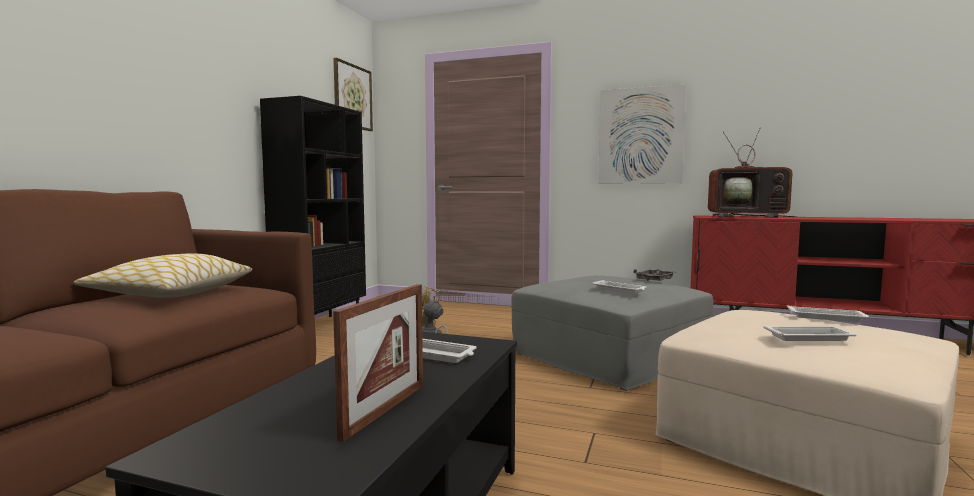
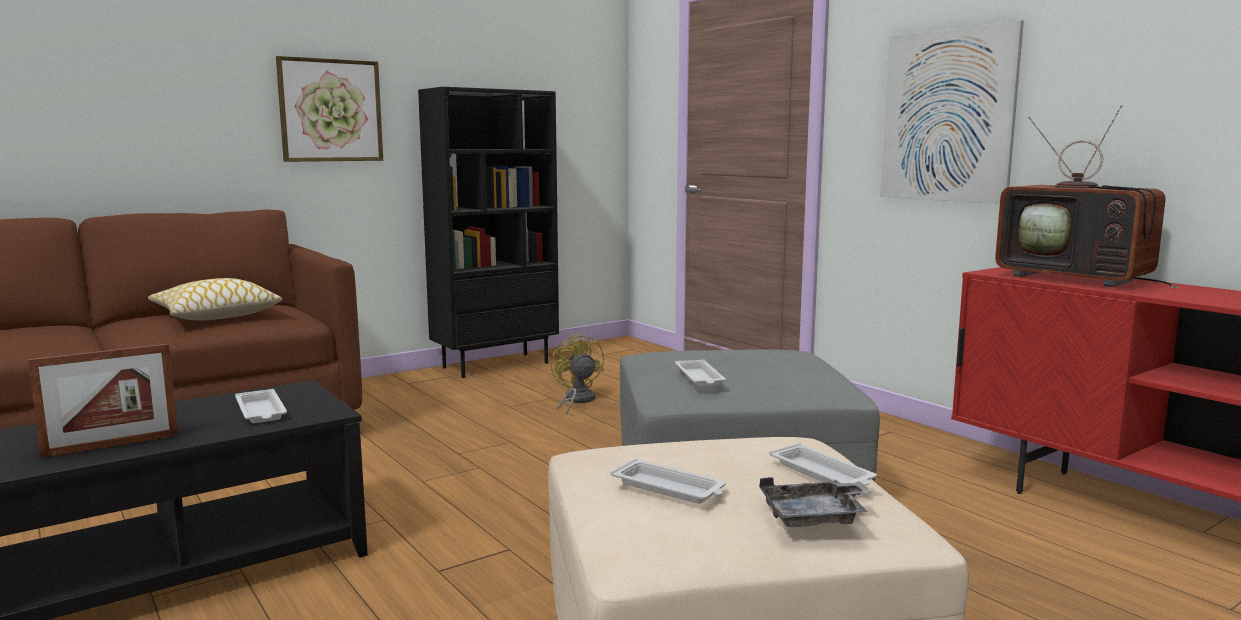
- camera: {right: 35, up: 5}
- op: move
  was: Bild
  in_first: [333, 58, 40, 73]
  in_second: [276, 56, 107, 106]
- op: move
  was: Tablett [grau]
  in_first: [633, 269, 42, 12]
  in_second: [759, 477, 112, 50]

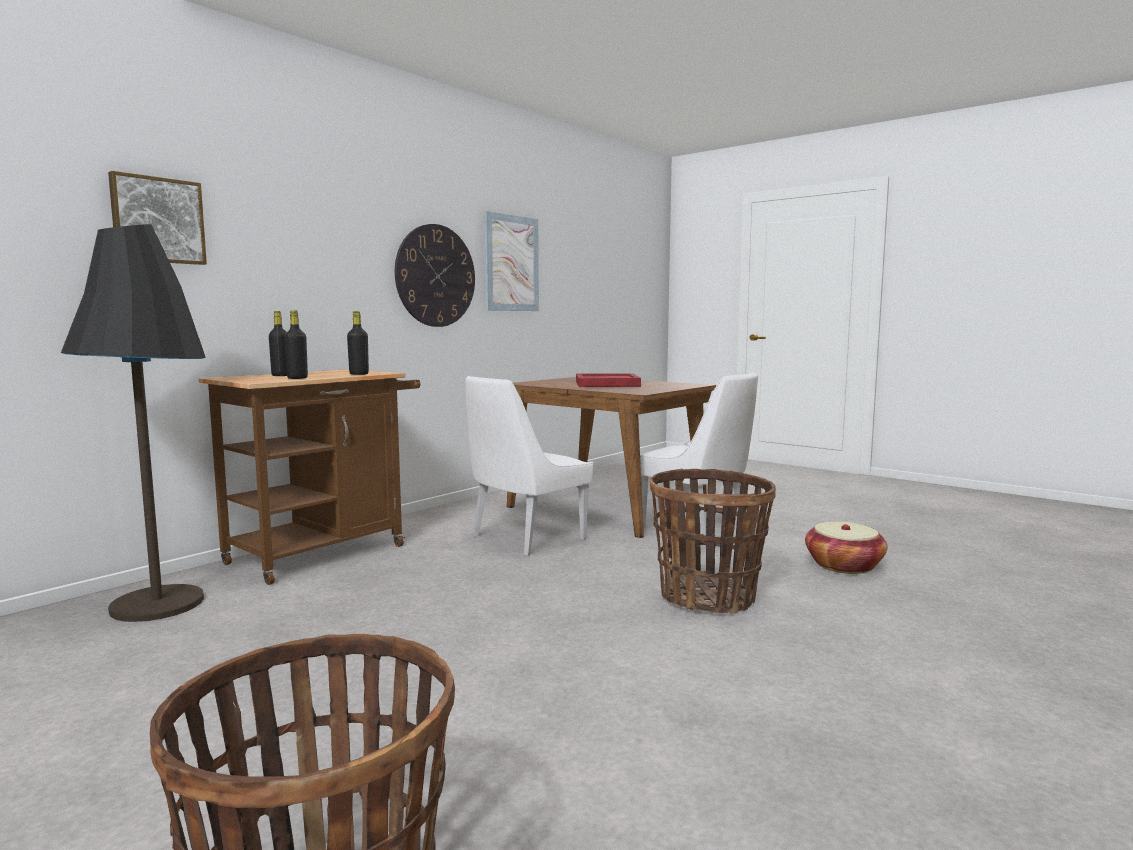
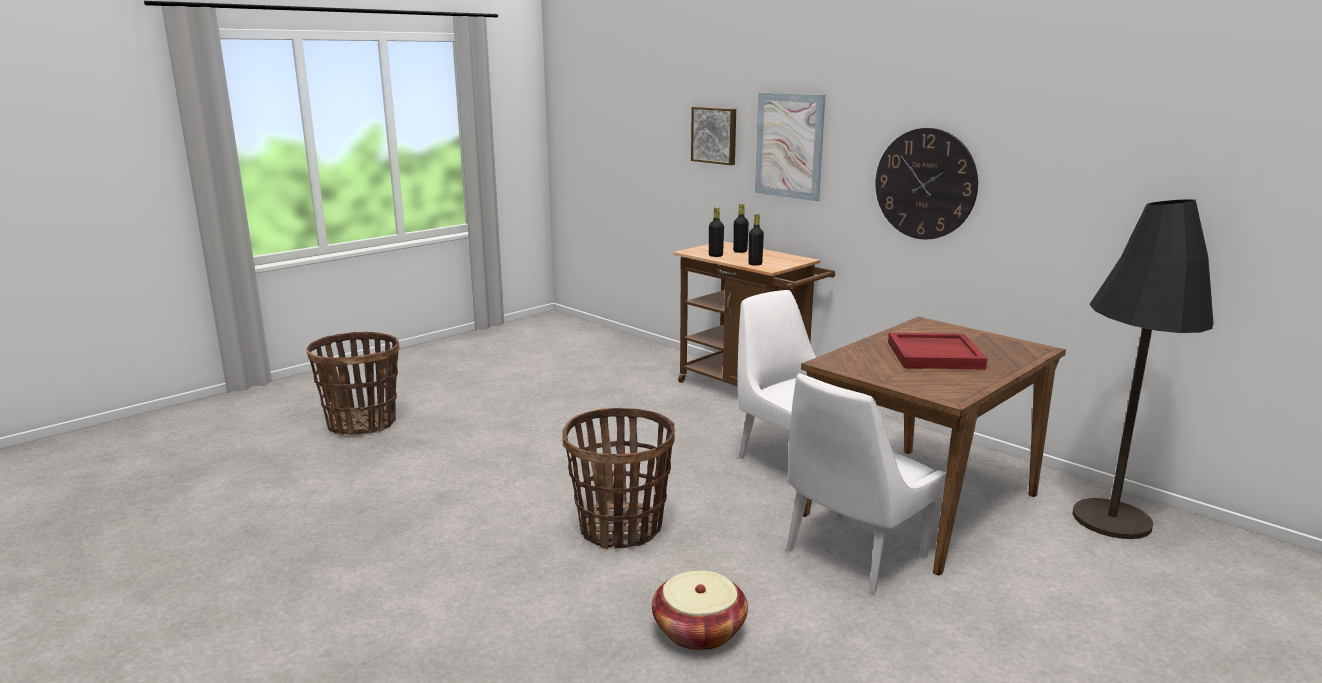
- camera: {right: 95, up: 10}
- op: move
  was: Bild
  in_first: [484, 211, 55, 100]
  in_second: [755, 93, 70, 108]
- op: move
  was: Stehlampe [schwarz]
  in_first: [61, 224, 145, 398]
  in_second: [1073, 199, 140, 340]

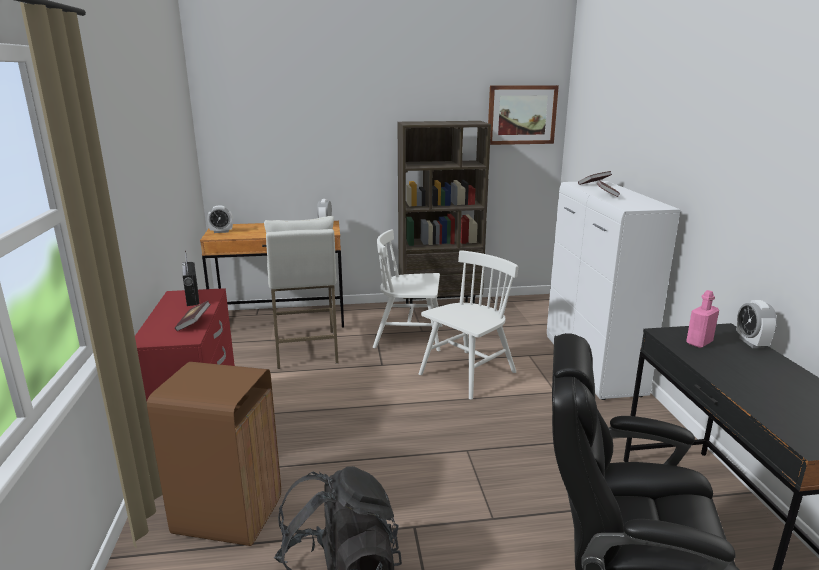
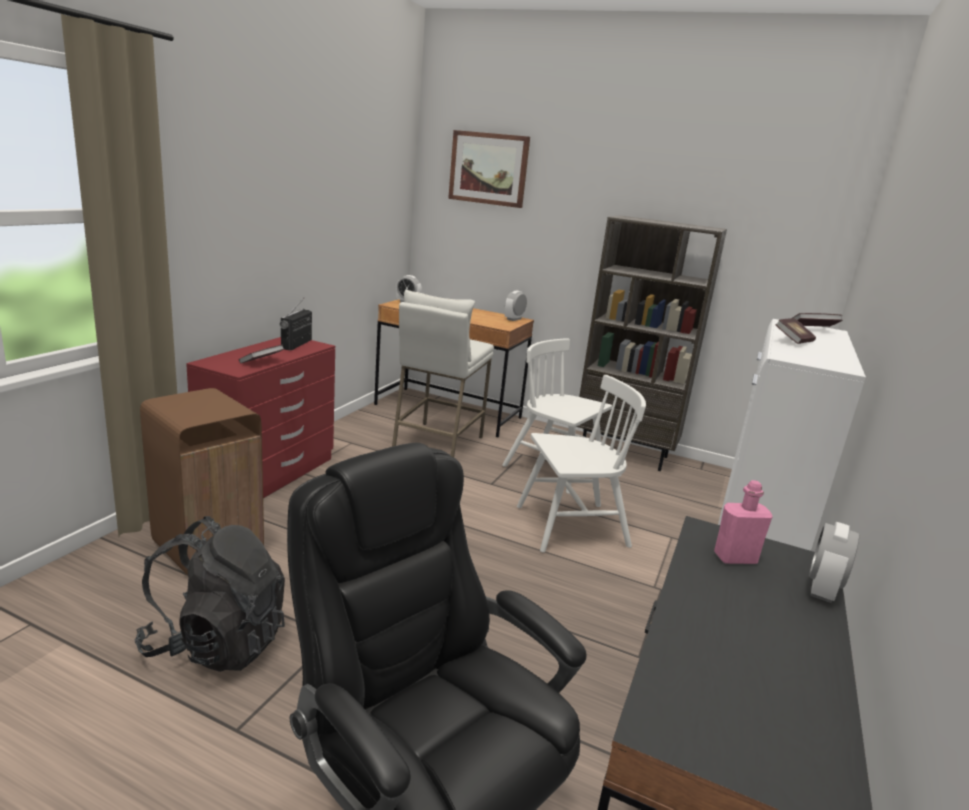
- camera: {right: 30, up: 0}
- op: move
  was: Bild
  in_first: [488, 85, 71, 60]
  in_second: [448, 130, 82, 78]

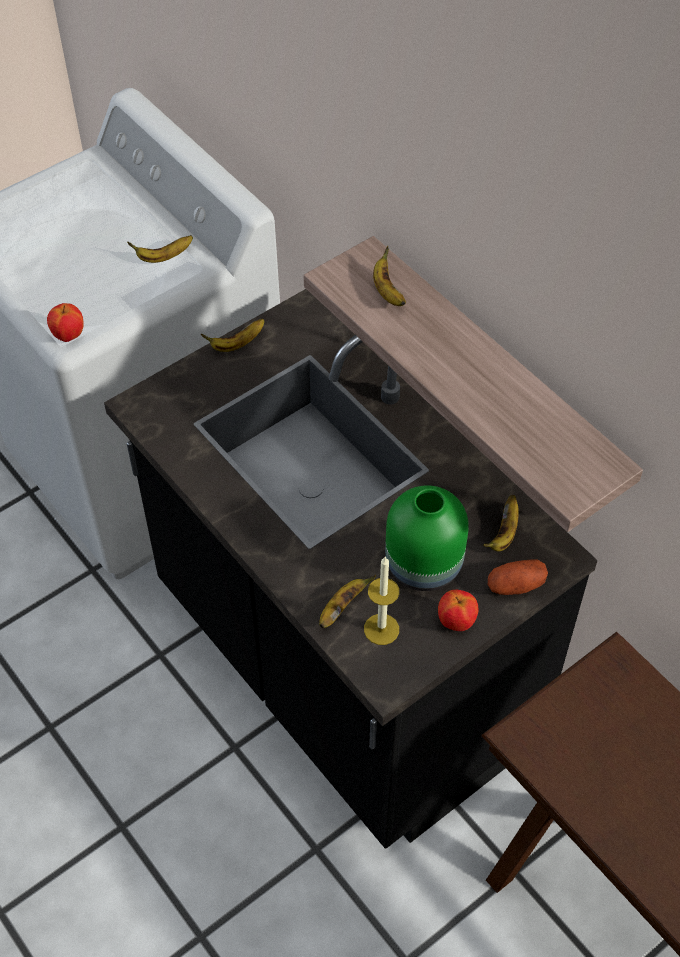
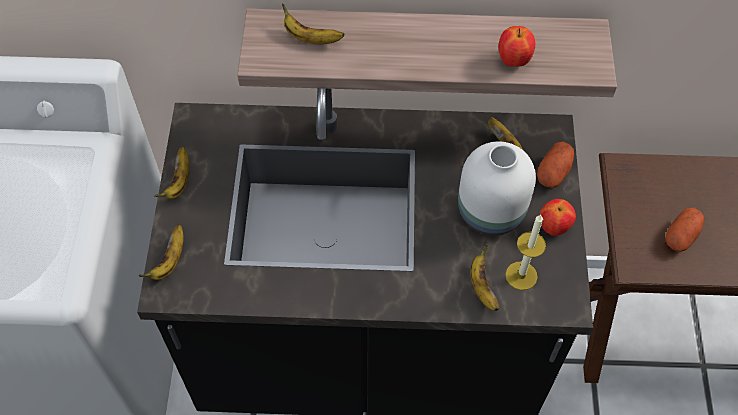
- camera: {right: -50, up: 5}
- op: move
  was: Banane
  in_first: [127, 235, 66, 28]
  in_second: [139, 225, 45, 55]
- op: move
  was: Apfel
  in_first: [47, 303, 37, 39]
  in_second: [499, 26, 36, 41]
- op: recolor
  was: Vase [grün]
  now: Vase [weiß]
  in_first: [385, 485, 84, 106]
  in_second: [458, 141, 78, 95]
- op: insert
  now: Kartoffel
  in_second: [666, 208, 38, 44]

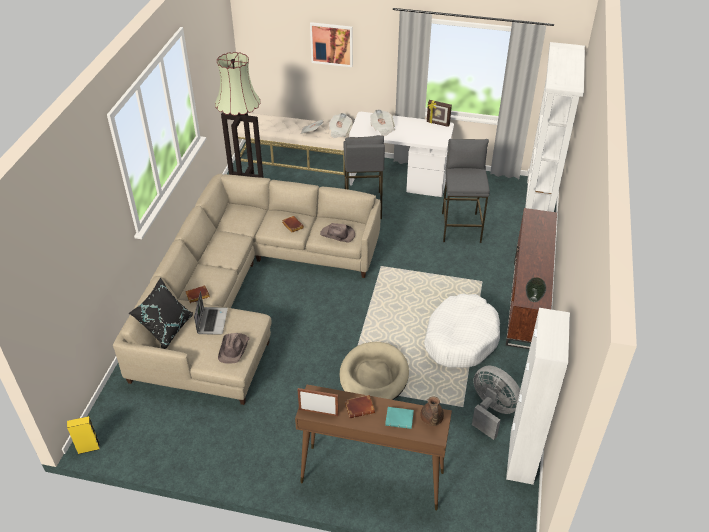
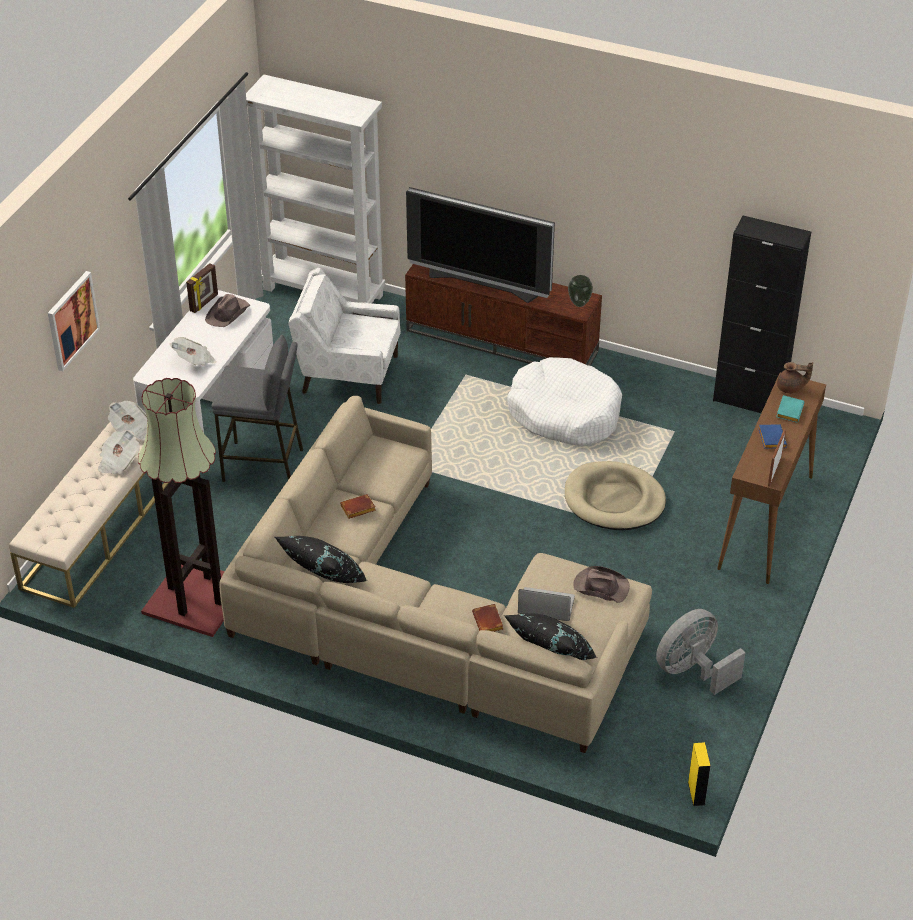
- camera: {right: -80, up: 0}
- op: replace
  was: Hocker [grau]
  now: Sessel [weiß]
  in_first: [442, 139, 48, 104]
  in_second: [289, 268, 112, 136]
- op: move
  was: Hut [braun]
  in_first: [320, 223, 35, 20]
  in_second: [205, 294, 45, 33]
- op: recolor
  was: Schrank [weiß]
  now: Schrank [schwarz]
  in_first: [506, 308, 64, 177]
  in_second: [713, 216, 98, 197]
- op: move
  was: Ventilator [grau]
  in_first: [472, 366, 48, 74]
  in_second: [656, 609, 90, 86]
- op: recolor
  was: Buch [braun]
  now: Buch [blau]
  in_first: [345, 395, 30, 23]
  in_second: [758, 424, 29, 25]
- op: insert
  now: Fernseher
  in_second: [406, 187, 149, 116]
- op: insert
  now: Kissen [schwarz]
  in_second: [275, 536, 92, 47]

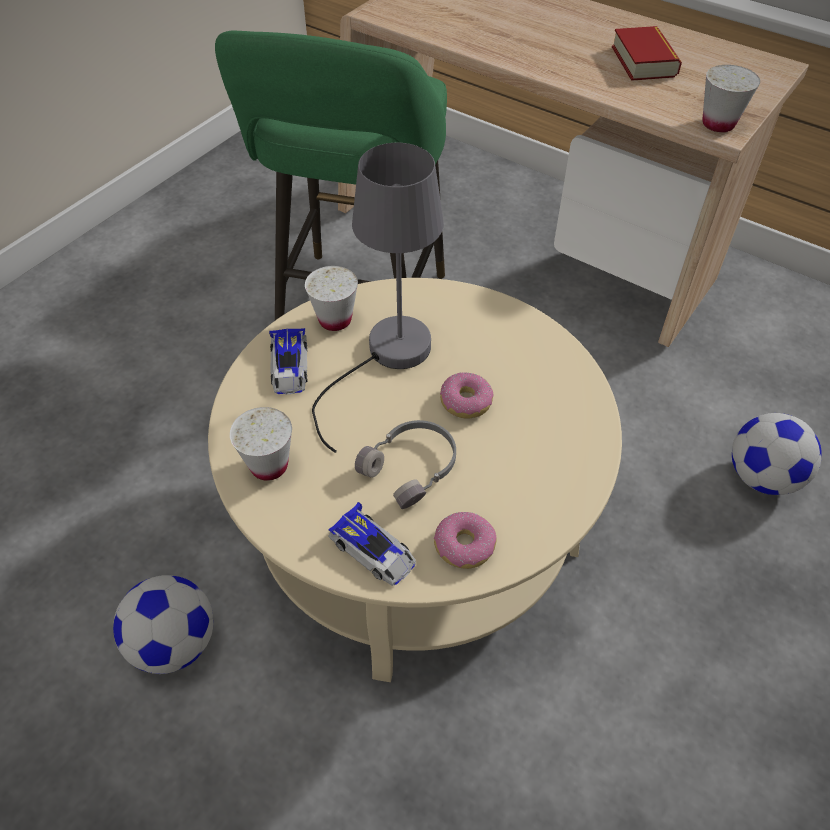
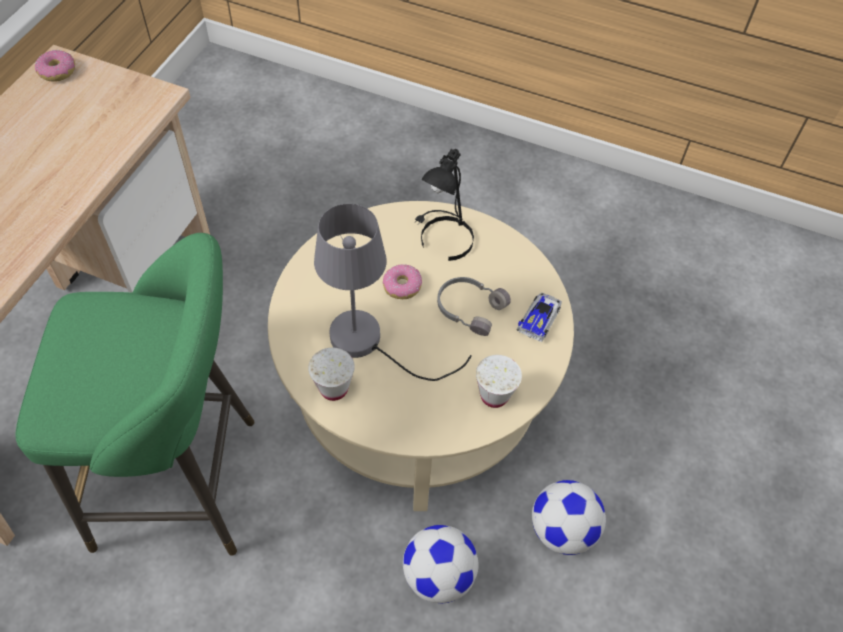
- camera: {right: -105, up: 5}
- op: delete
  was: Buch
  in_first: [612, 26, 70, 55]
- op: delete
  was: Tasse [weiß]
  in_first: [703, 65, 57, 67]
- op: delete
  was: Spielzeugauto
  in_first: [269, 328, 39, 67]
- op: move
  was: Fußball
  in_first: [732, 413, 89, 82]
  in_second: [403, 525, 76, 78]
- op: move
  was: Donut
  in_first: [434, 512, 63, 57]
  in_second: [35, 50, 40, 31]
- op: insert
  now: Tischlampe [schwarz]
  in_second: [414, 149, 60, 112]

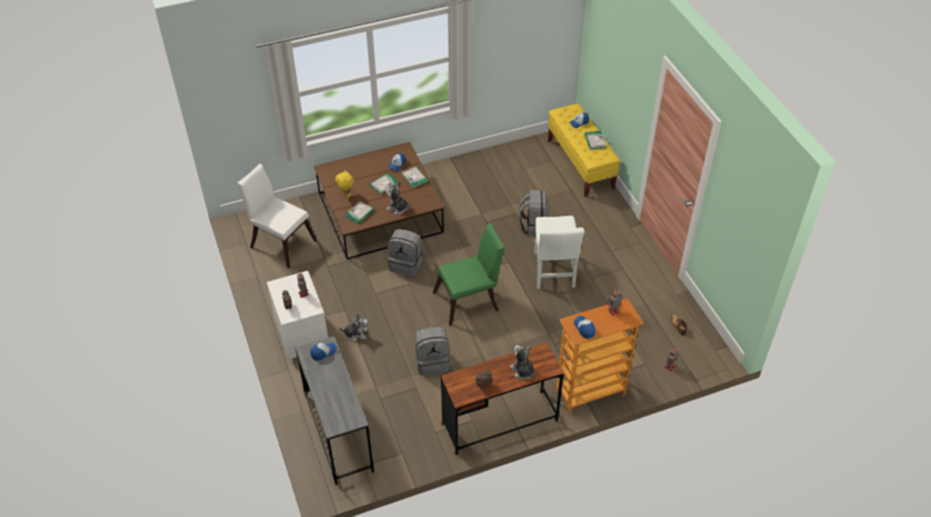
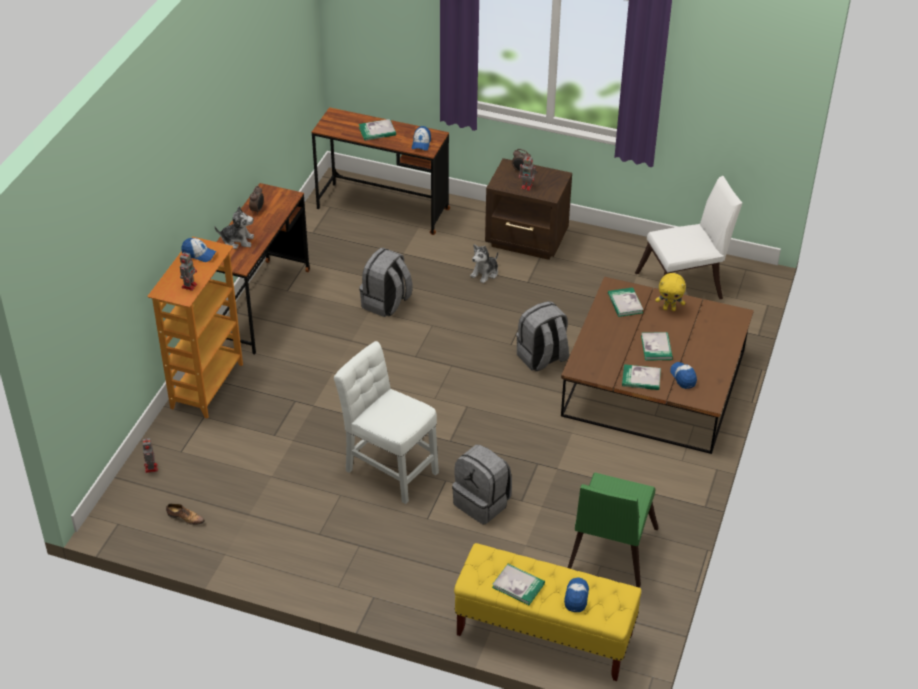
- camera: {right: 130, up: -5}
- op: delete
  was: Plüschtier
  in_first: [386, 184, 25, 30]
- op: move
  was: Stuhl [grün]
  in_first: [433, 223, 72, 103]
  in_second: [568, 473, 90, 115]
- op: recolor
  was: Nachttisch [weiß]
  now: Nachttisch [braun]
  in_first: [267, 271, 61, 88]
  in_second: [485, 158, 87, 102]
- op: recolor
  was: Schreibtisch [grau]
  now: Schreibtisch [braun]
  in_first: [295, 336, 79, 149]
  in_second: [312, 107, 138, 128]
- op: insert
  now: Buch
  in_second: [359, 119, 37, 22]

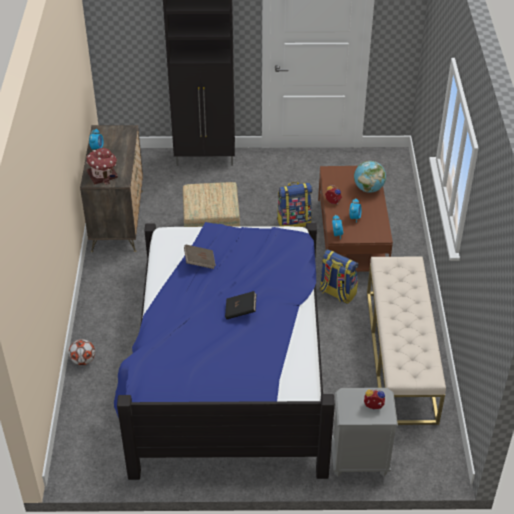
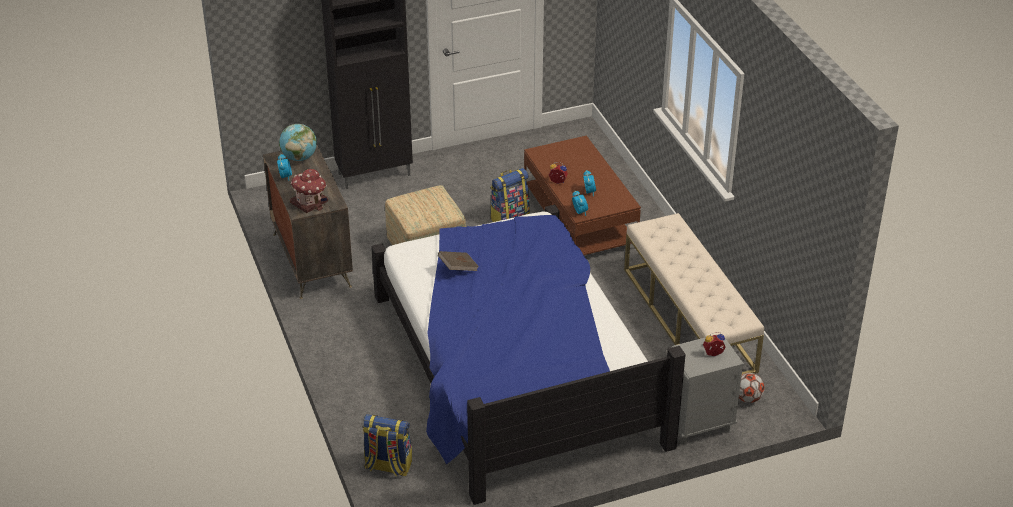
- camera: {right: -20, up: -5}
- op: move
  was: Globus
  in_first: [354, 161, 32, 32]
  in_second: [279, 124, 38, 37]
- op: move
  was: Rucksack
  in_first: [320, 249, 38, 55]
  in_second: [363, 414, 49, 62]
- op: delete
  was: Buch [schwarz]
  in_first: [225, 291, 32, 28]
- op: move
  was: Fußball
  in_first: [69, 339, 26, 26]
  in_second: [739, 373, 26, 30]

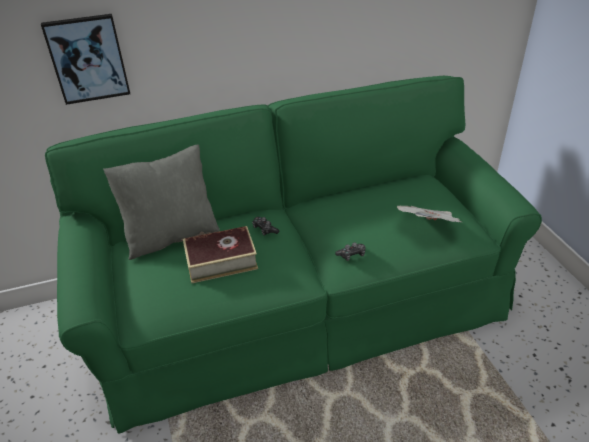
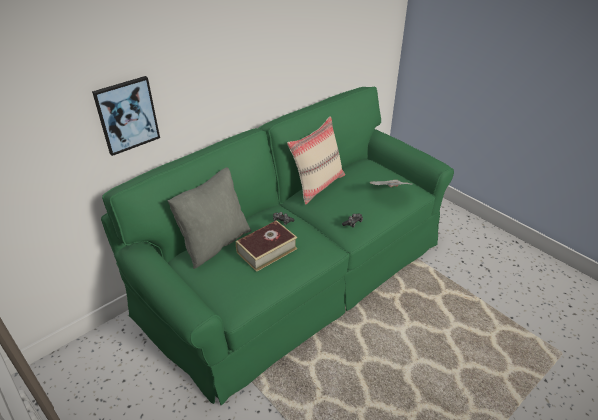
- camera: {right: -25, up: 0}
- op: insert
  now: Kissen [beige]
  in_second: [287, 116, 58, 89]

